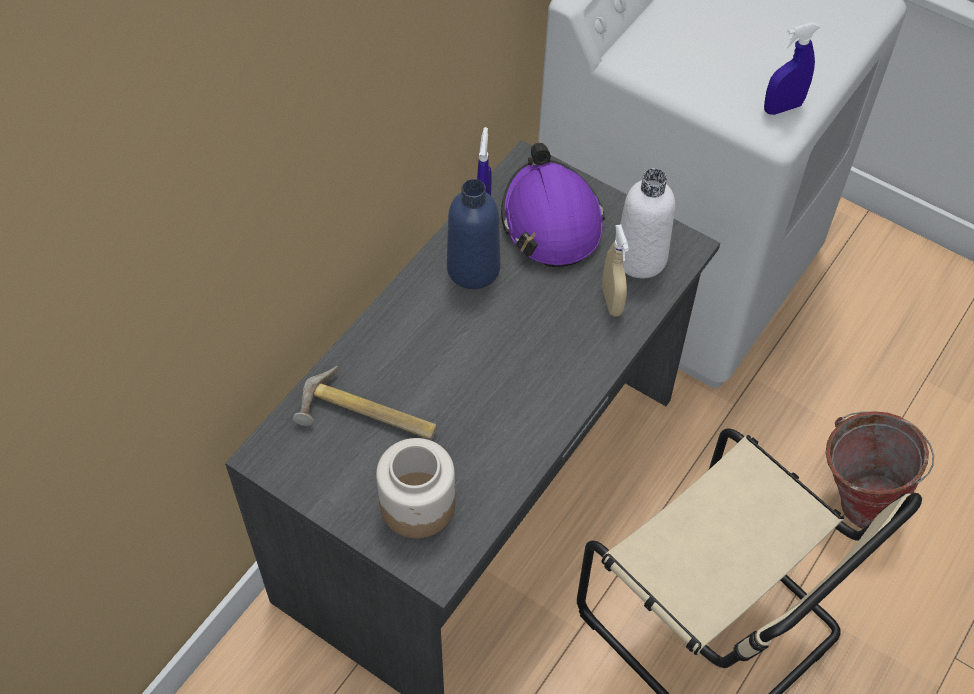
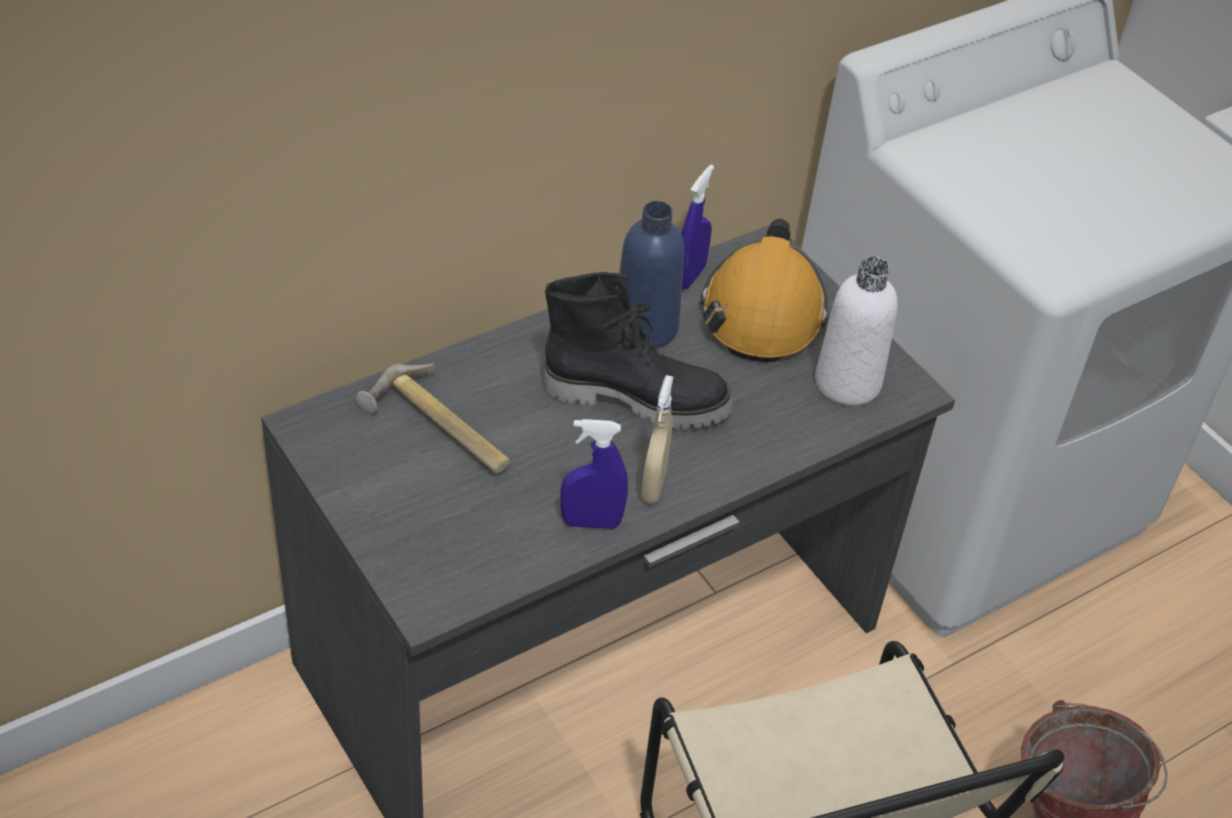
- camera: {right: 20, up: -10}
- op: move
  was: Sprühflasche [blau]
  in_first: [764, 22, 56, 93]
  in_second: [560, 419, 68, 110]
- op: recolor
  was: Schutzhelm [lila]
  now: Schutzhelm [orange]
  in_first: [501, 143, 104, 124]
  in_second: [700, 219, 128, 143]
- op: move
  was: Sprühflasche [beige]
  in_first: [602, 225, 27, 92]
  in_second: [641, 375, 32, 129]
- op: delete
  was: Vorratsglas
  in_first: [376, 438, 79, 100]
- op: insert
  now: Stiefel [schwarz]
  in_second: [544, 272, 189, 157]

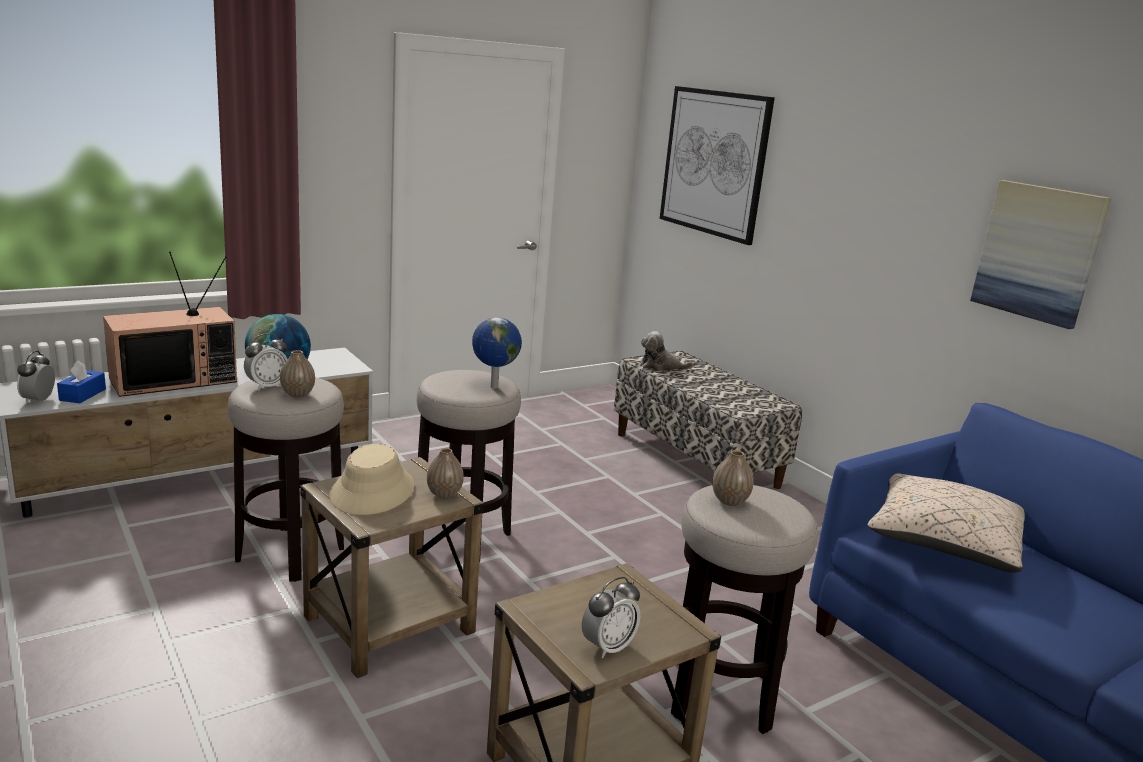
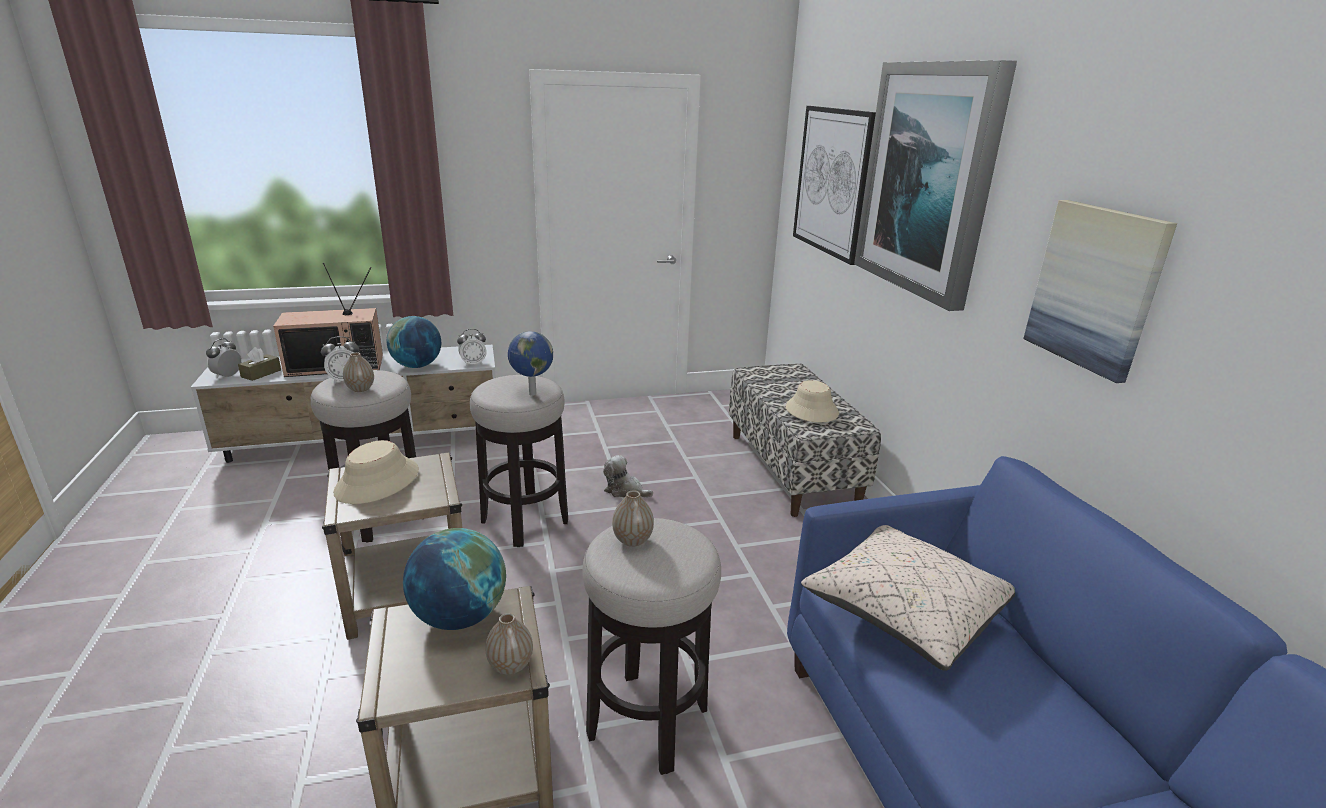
- camera: {right: 20, up: 5}
- op: move
  was: Plüschtier
  in_first: [641, 331, 52, 40]
  in_second: [603, 455, 50, 43]
- op: recolor
  was: Taschentuchbox [blau]
  now: Taschentuchbox [braun]
  in_first: [57, 360, 49, 43]
  in_second: [238, 347, 43, 34]
- op: move
  was: Vase
  in_first: [427, 448, 37, 51]
  in_second: [485, 613, 48, 62]
- op: move
  was: Wecker
  in_first: [582, 577, 58, 82]
  in_second: [457, 329, 30, 37]
- op: insert
  now: Bild
  in_second: [854, 60, 163, 251]
- op: insert
  now: Hut [beige]
  in_second: [786, 380, 53, 42]
- op: insert
  now: Globus
  in_second: [403, 528, 103, 102]

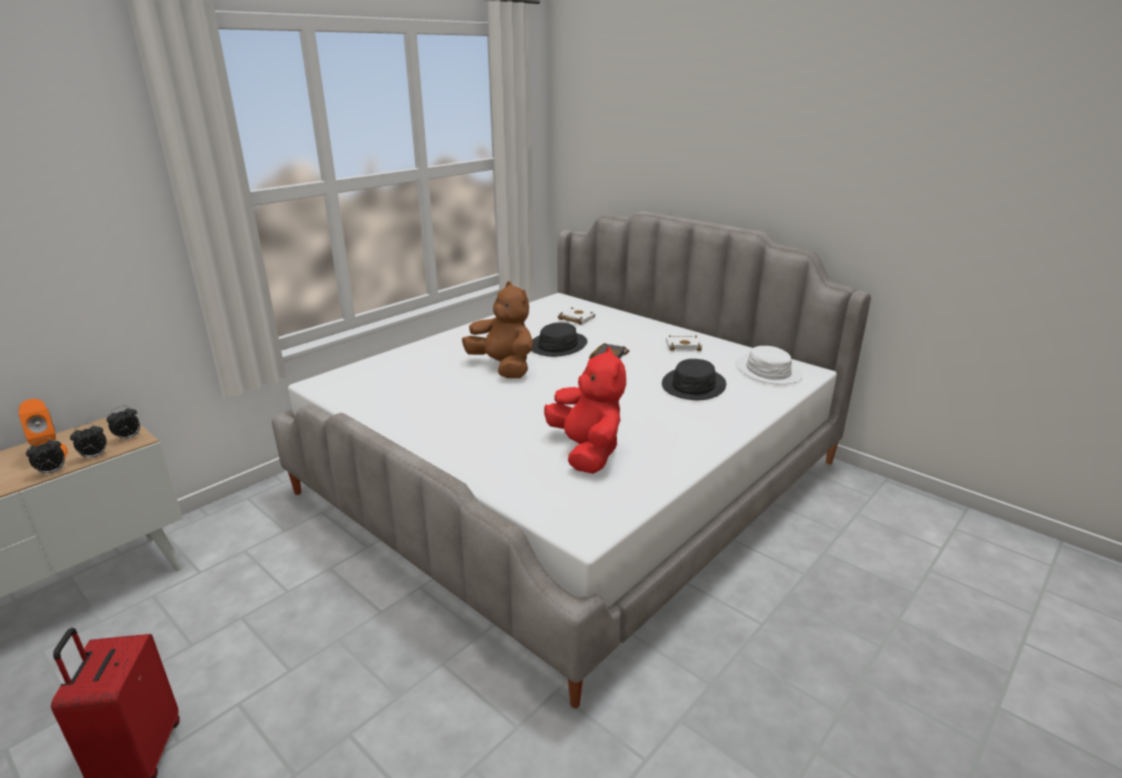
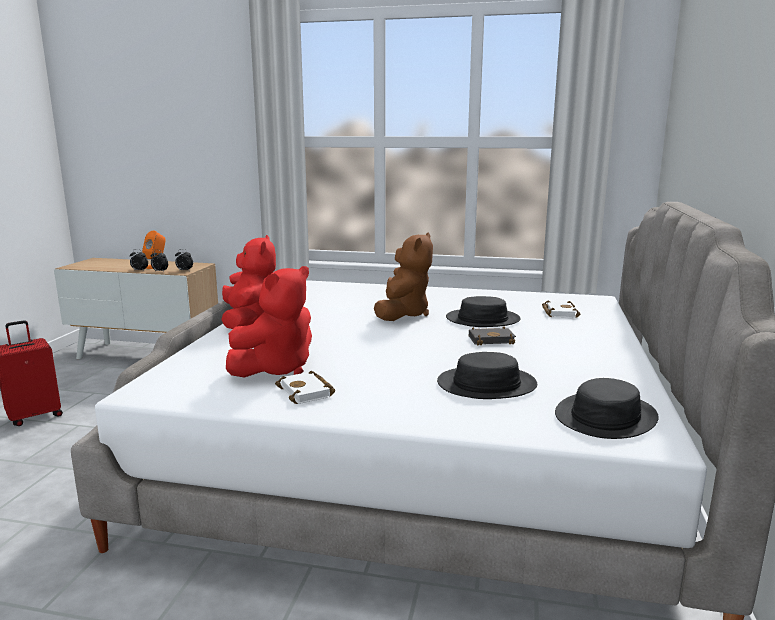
- camera: {right: 60, up: -10}
- op: move
  was: Buch [weiß]
  in_first: [666, 335, 37, 16]
  in_second: [275, 371, 60, 33]
- op: recolor
  was: Hut [weiß]
  now: Hut [schwarz]
  in_first: [736, 346, 67, 39]
  in_second: [555, 378, 104, 61]
- op: insert
  now: Plüschtier [rot]
  in_second: [221, 235, 55, 94]

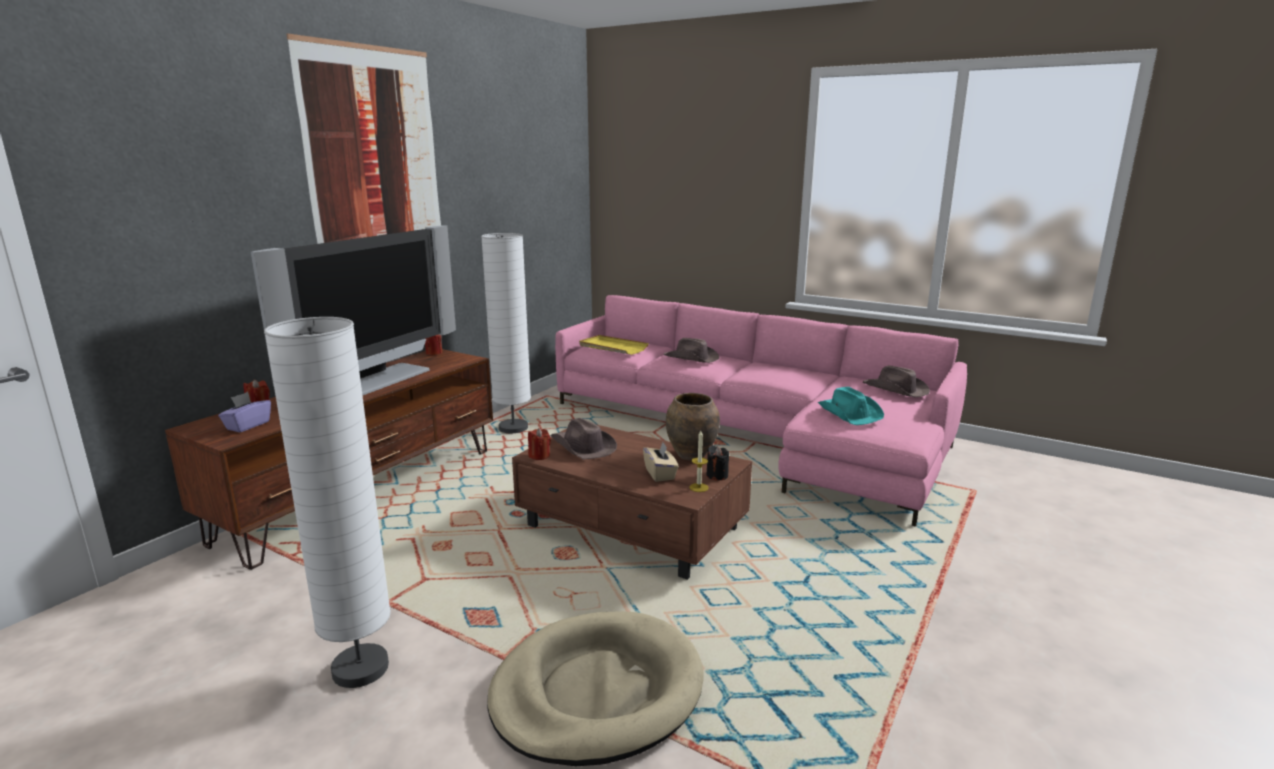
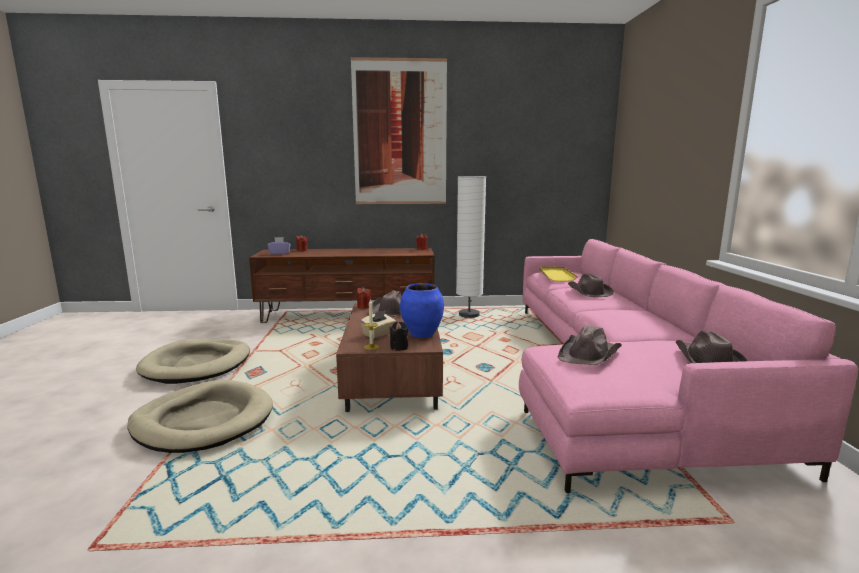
- camera: {right: 55, up: -5}
- op: delete
  was: Fernseher
  in_first: [251, 225, 205, 170]
- op: replace
  was: Stehlampe [weiß]
  now: Hundebett [beige]
  in_first: [264, 317, 127, 371]
  in_second: [136, 339, 114, 45]
- op: recolor
  was: Hut [türkis]
  now: Hut [braun]
  in_first: [818, 387, 66, 38]
  in_second: [558, 326, 64, 39]
- op: recolor
  was: Vase [braun]
  now: Vase [blau]
  in_first: [666, 393, 54, 67]
  in_second: [400, 283, 44, 55]

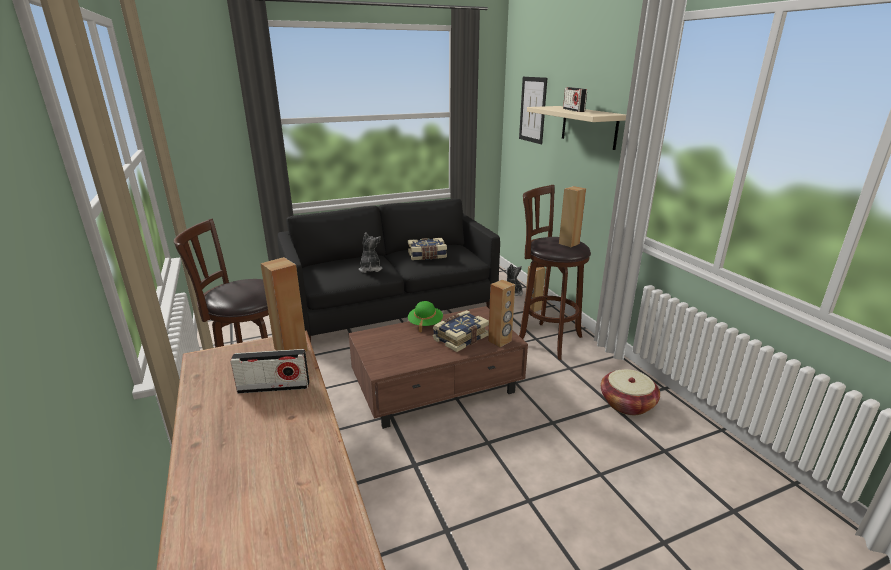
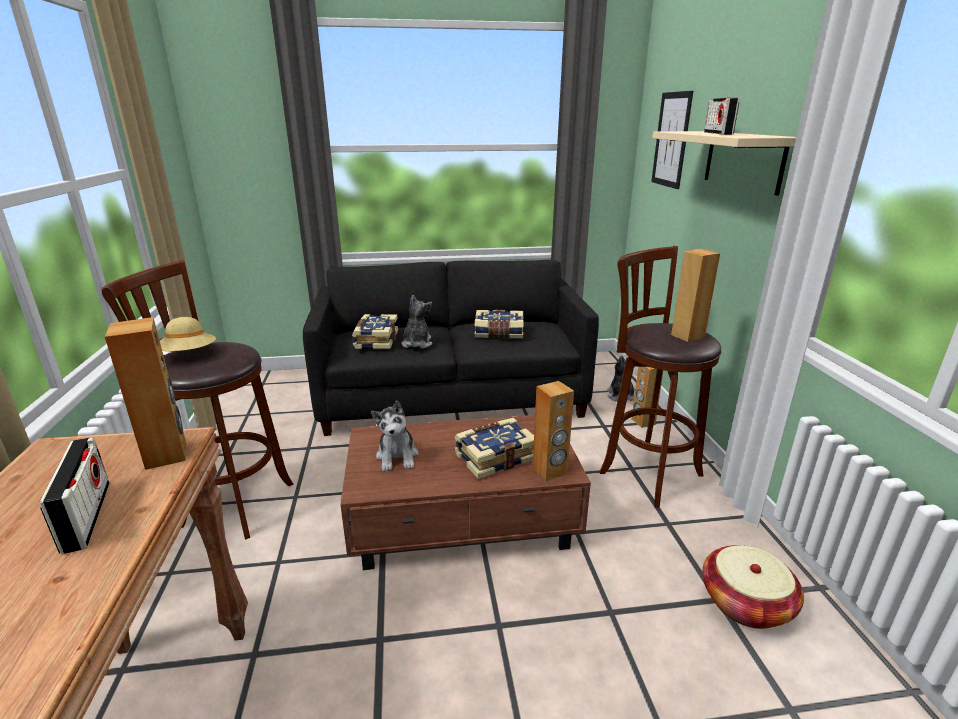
- camera: {right: 15, up: 0}
- op: delete
  was: Hut [grün]
  in_first: [408, 301, 35, 32]
- op: rotate
  was: Radio
  in_first: [230, 349, 79, 45]
  in_second: [39, 438, 71, 116]
  clockwise: -120
- op: insert
  now: Buch
  in_second: [352, 314, 46, 35]
- op: insert
  now: Hut [beige]
  in_second: [160, 317, 56, 34]
- op: insert
  now: Plüschtier
  in_second: [371, 401, 47, 70]

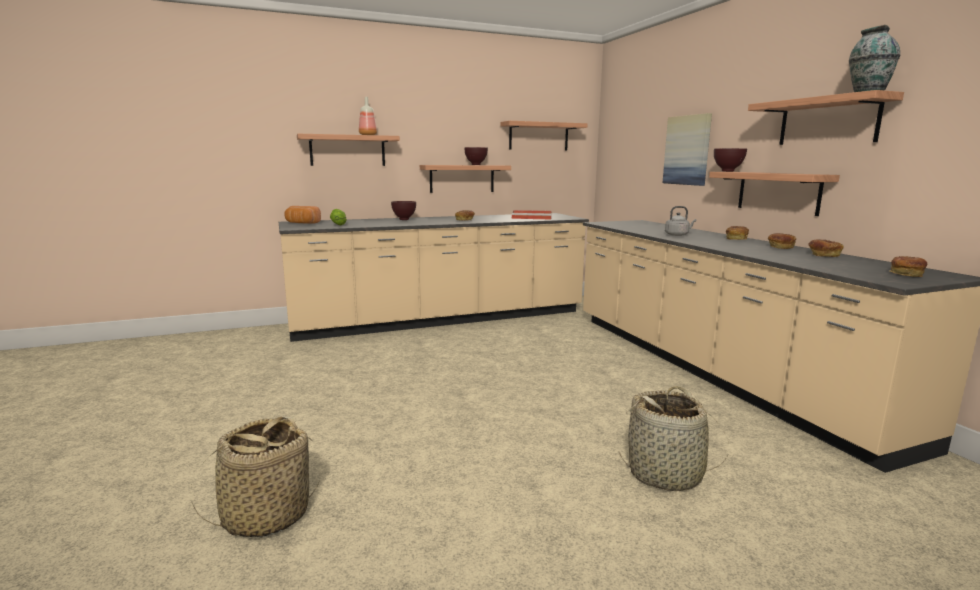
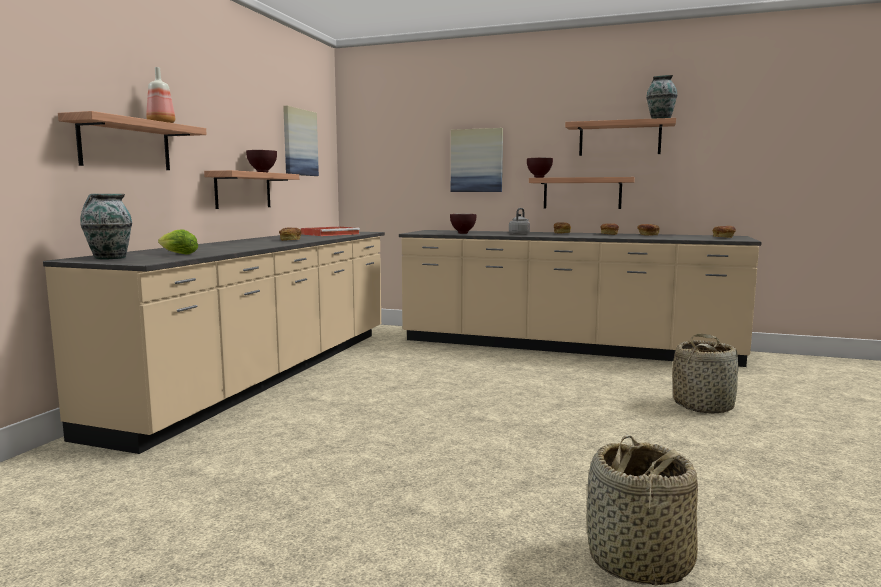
- camera: {right: -50, up: -5}
- op: replace
  was: Wandregal
  now: Bild
  in_first: [500, 121, 87, 29]
  in_second: [283, 106, 36, 70]
- op: move
  was: Schüssel [braun]
  in_first: [391, 201, 25, 19]
  in_second: [450, 214, 27, 20]
- op: replace
  was: Brot
  now: Vase
  in_first: [284, 206, 37, 18]
  in_second: [80, 194, 52, 66]

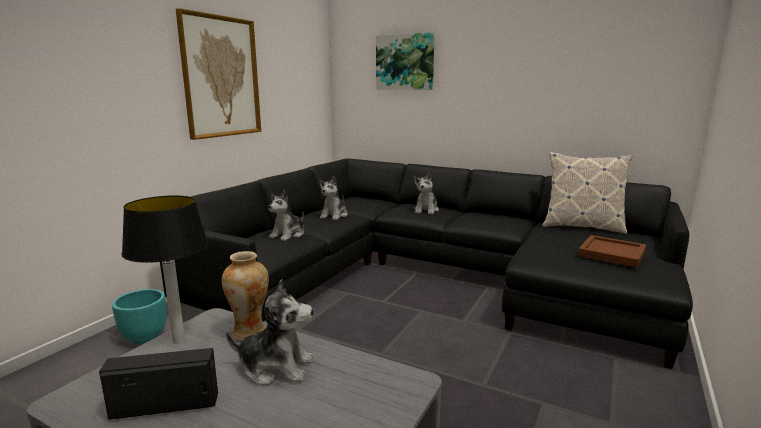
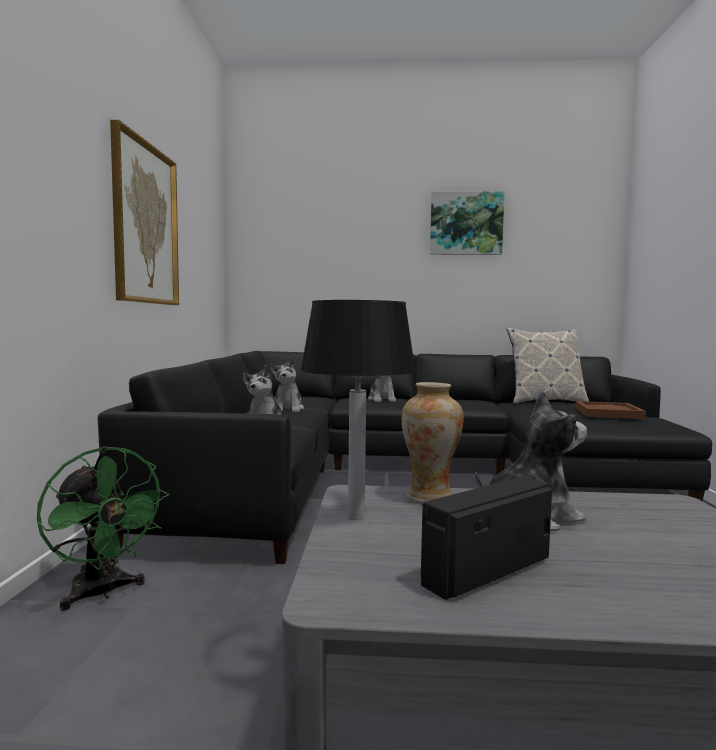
- camera: {right: -25, up: -10}
- op: move
  was: Bild
  in_first: [376, 32, 59, 58]
  in_second: [430, 191, 75, 64]
- op: replace
  was: Pflanzkübel [türkis]
  now: Ventilator [grün]
  in_first: [112, 289, 54, 55]
  in_second: [37, 446, 132, 165]

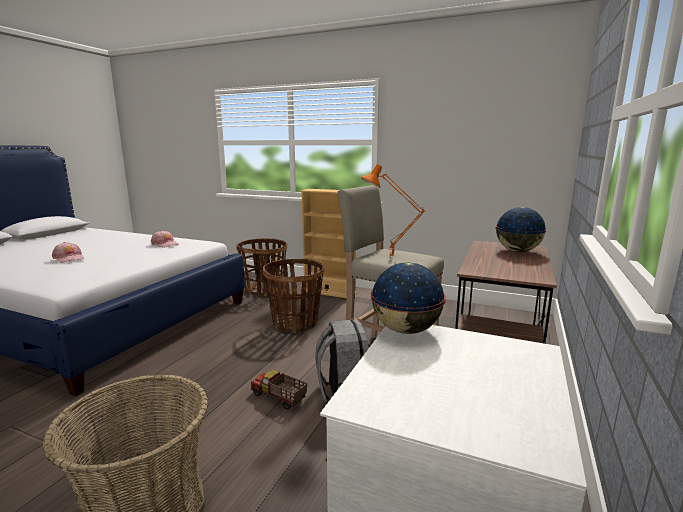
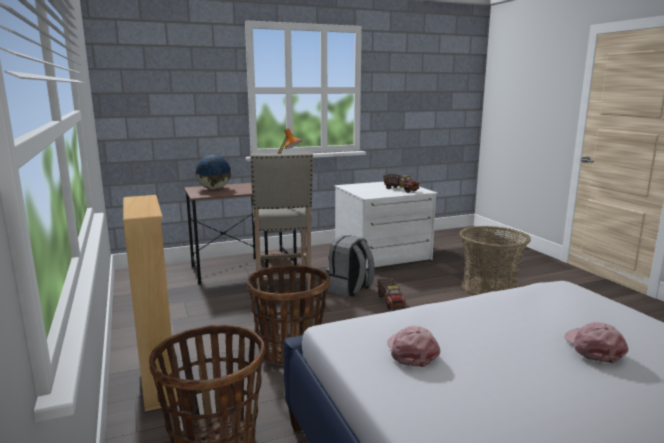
- camera: {right: -135, up: 0}
- op: delete
  was: Globus
  in_first: [371, 262, 75, 72]
- op: insert
  now: Spielzeuglaster
  in_second: [383, 174, 36, 19]

